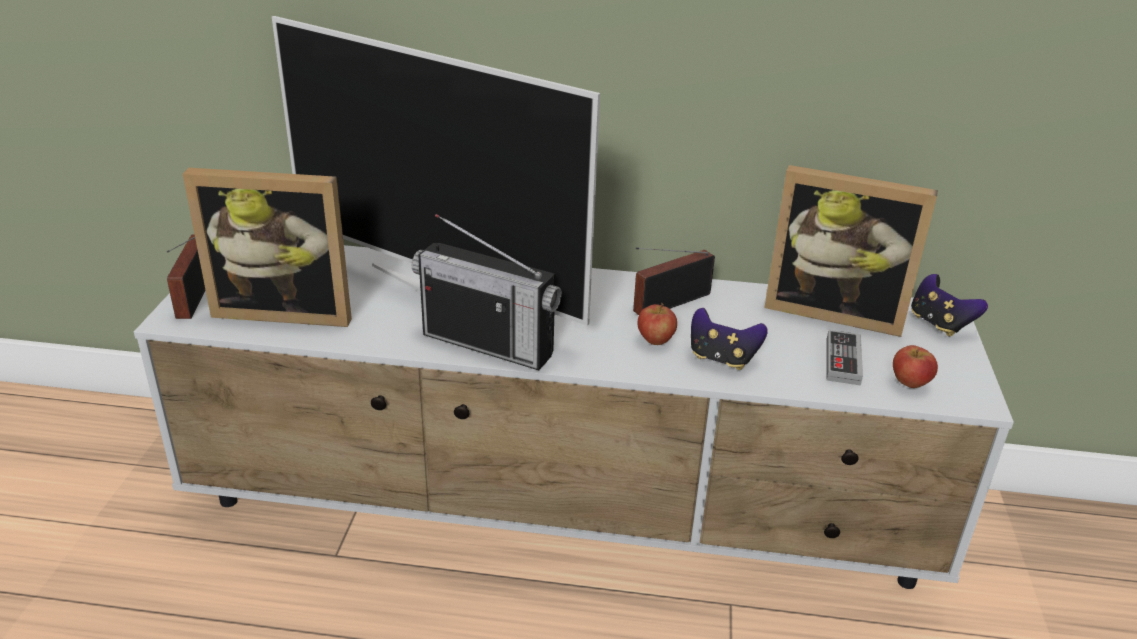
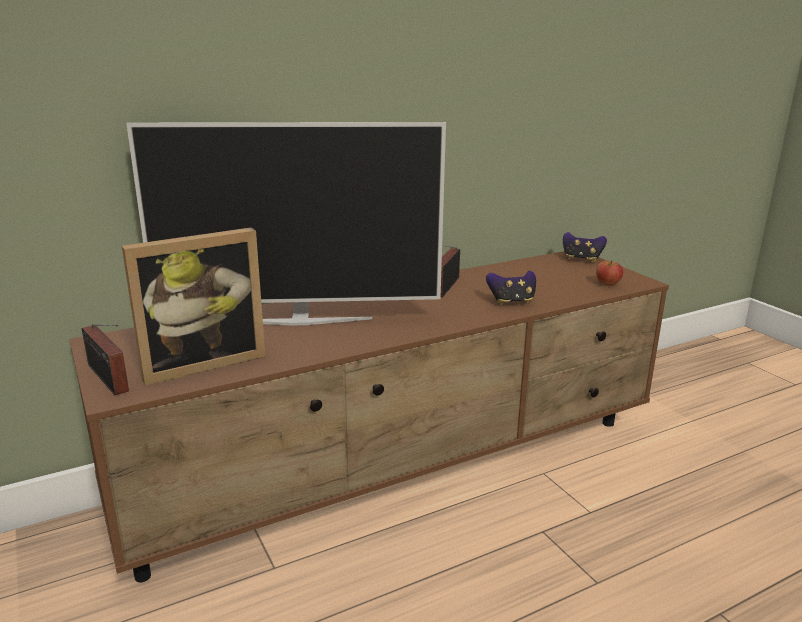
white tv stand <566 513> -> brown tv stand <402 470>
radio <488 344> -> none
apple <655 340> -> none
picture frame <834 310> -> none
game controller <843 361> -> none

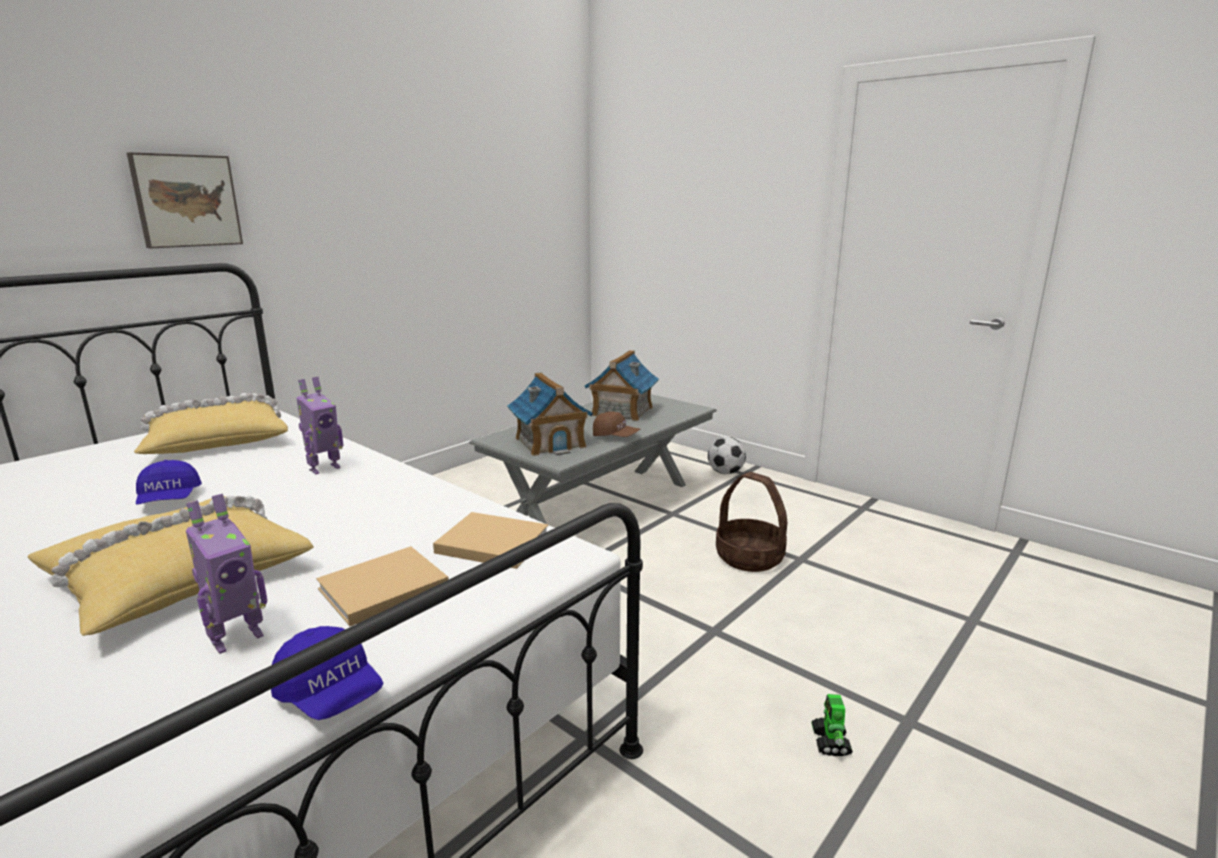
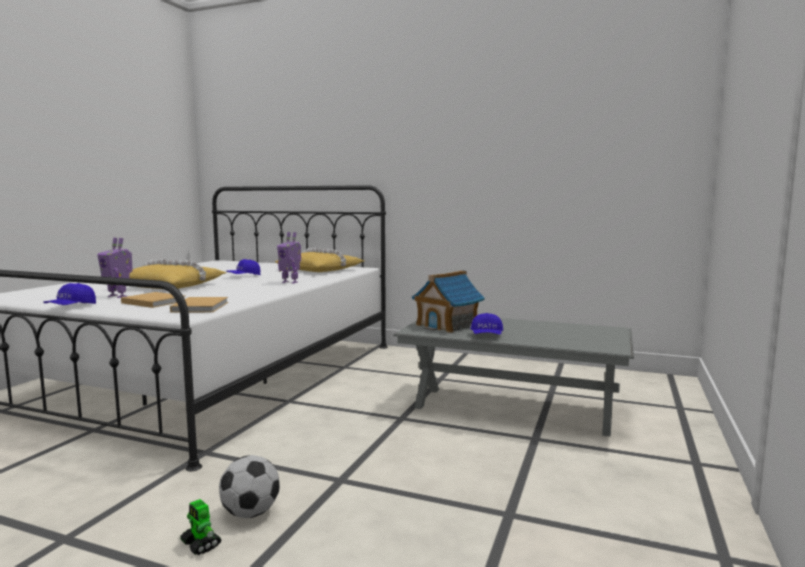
toy robot <830 742> -> toy robot <201 544>, 120 degrees counterclockwise
football <725 473> -> football <250 513>, relocated
brown cap <615 436> -> blue cap <487 336>
picture <186 201> -> none
toy house <621 411> -> none
basket <750 557> -> none

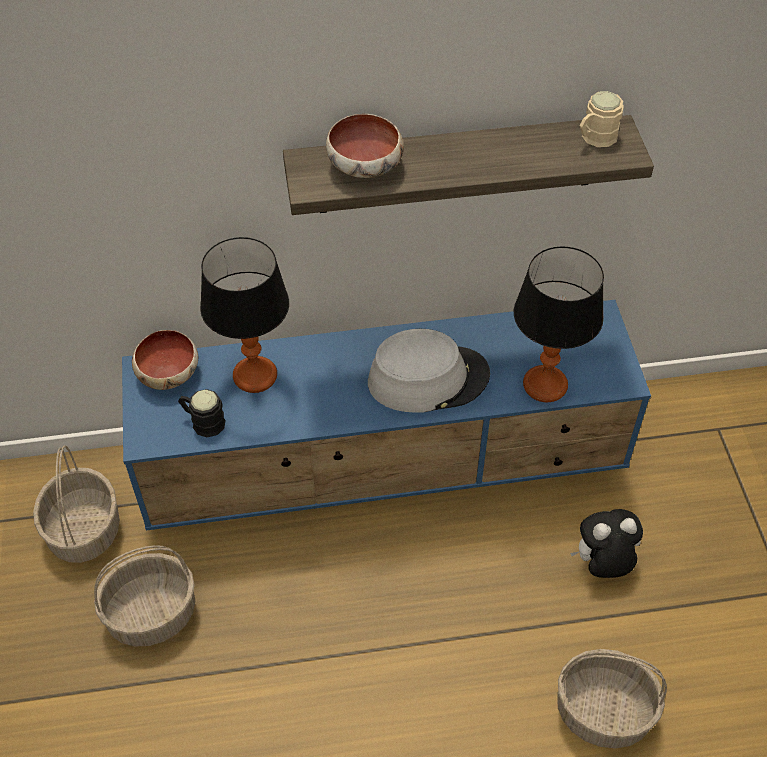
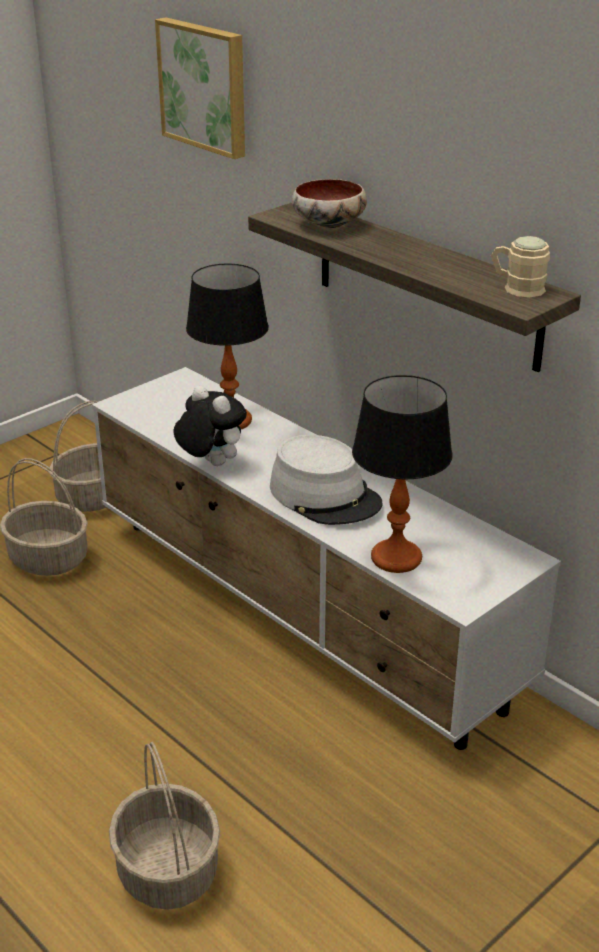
blue tv stand <386 470> -> white tv stand <301 612>
none -> picture <205 86>
plush toy <602 564> -> plush toy <210 463>, relocated
bowl <168 372> -> none
black mug <203 422> -> none

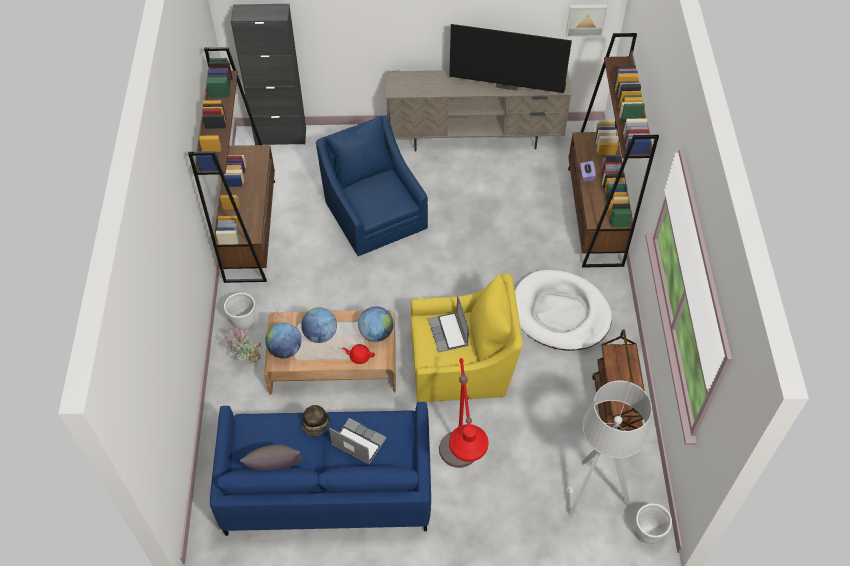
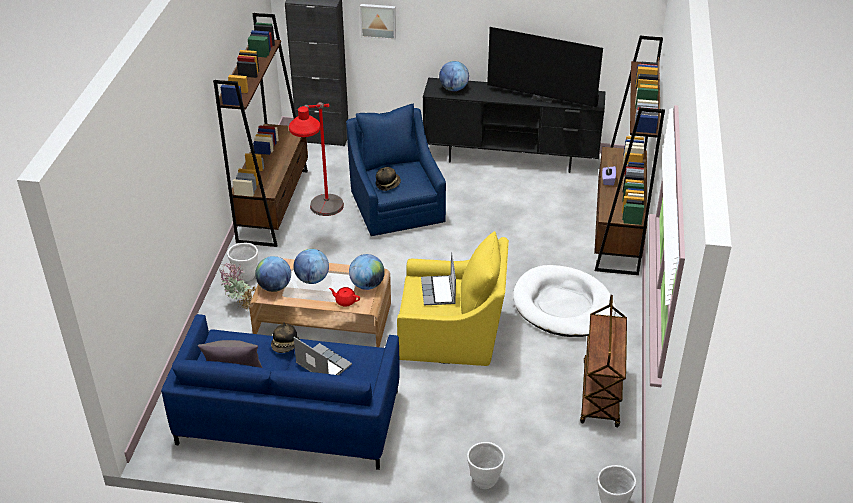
red floor lamp <460 475> -> red floor lamp <321 220>, relocated
picture <586 19> -> picture <378 20>, relocated
none -> hat <388 184>
beige tv stand <475 138> -> black tv stand <511 158>
none -> globe <453 89>
none -> white planter <484 481>
grey floor lamp <593 493> -> none

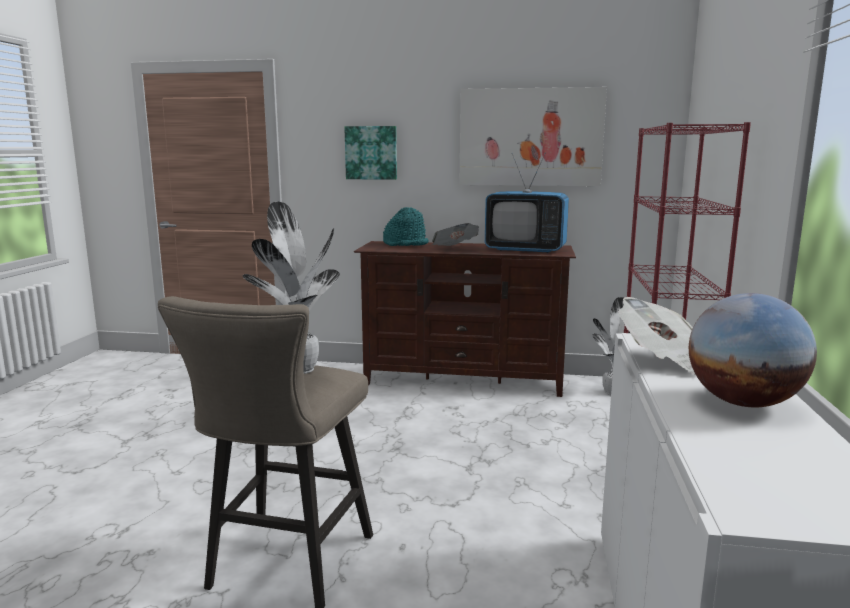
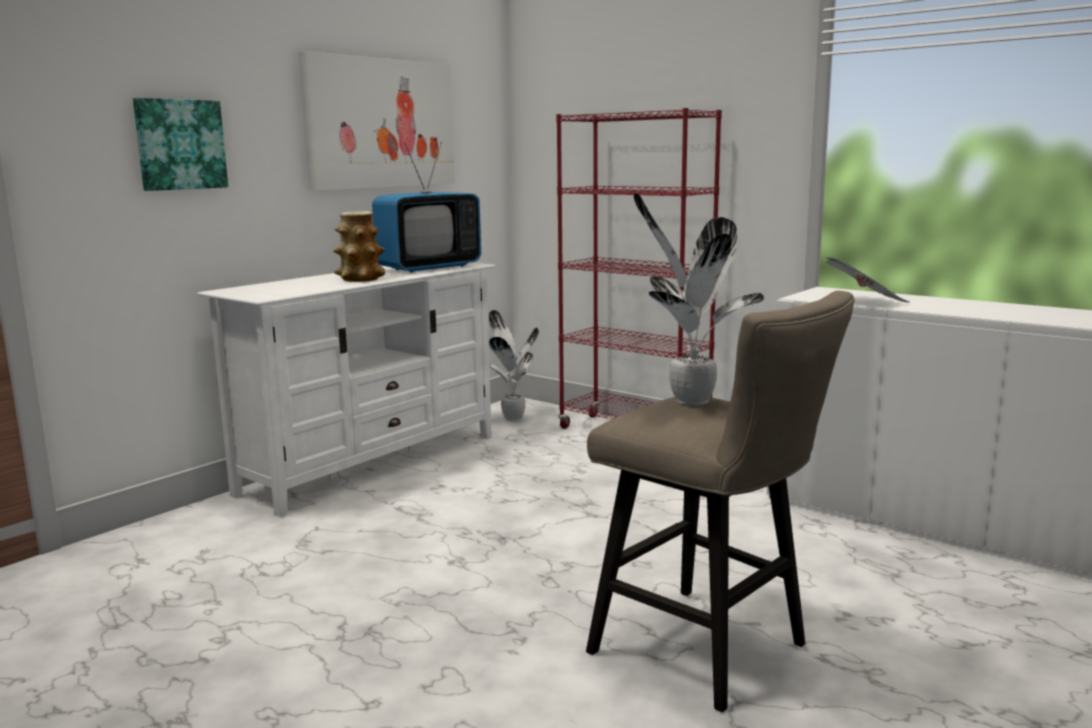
brown tv stand <464 380> -> white tv stand <372 463>
newspaper <454 249> -> vase <360 279>
turquoise hat <406 244> -> none
globe <743 402> -> none

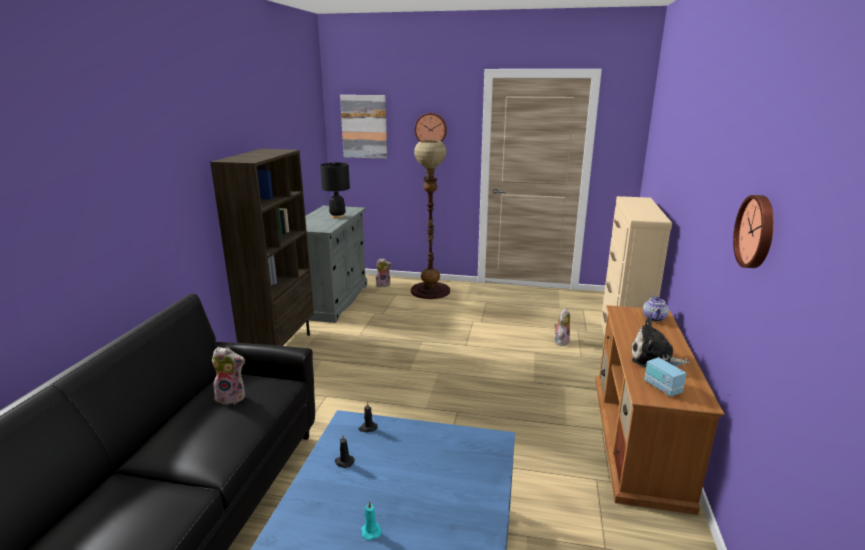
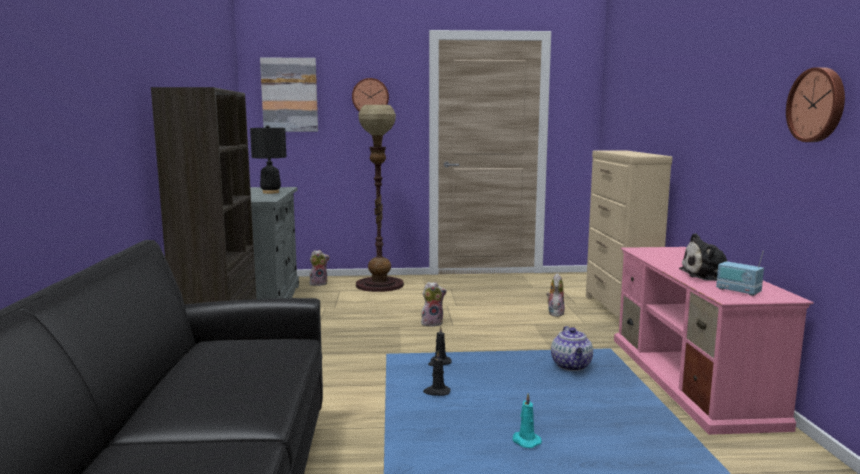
plush toy <232 397> -> plush toy <432 323>, relocated
teapot <654 318> -> teapot <572 366>, relocated
brown tv stand <639 437> -> pink tv stand <691 379>

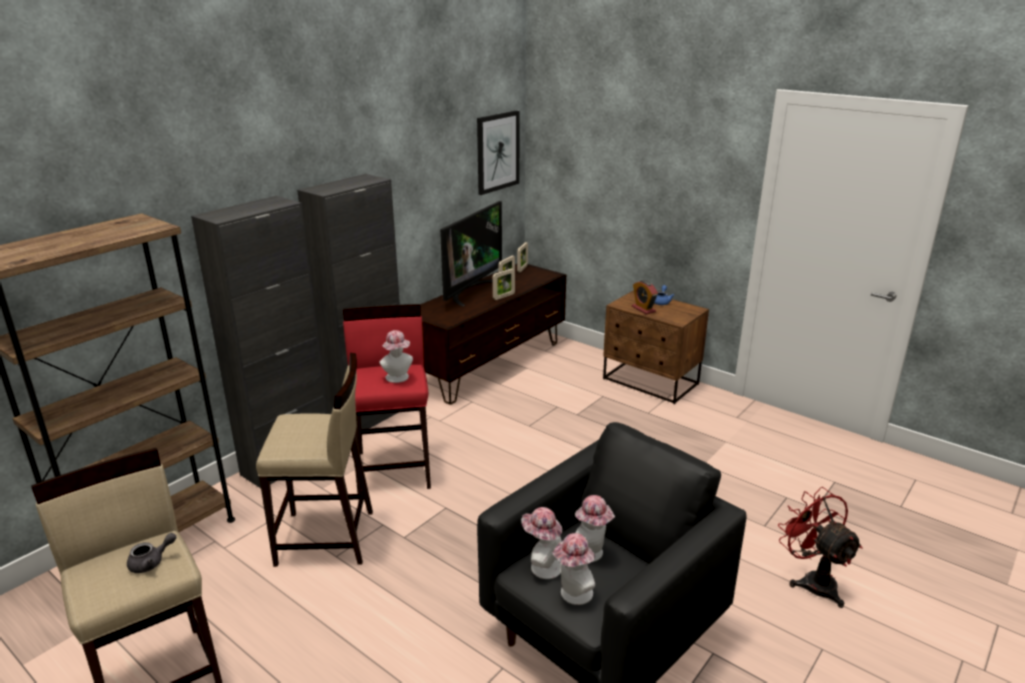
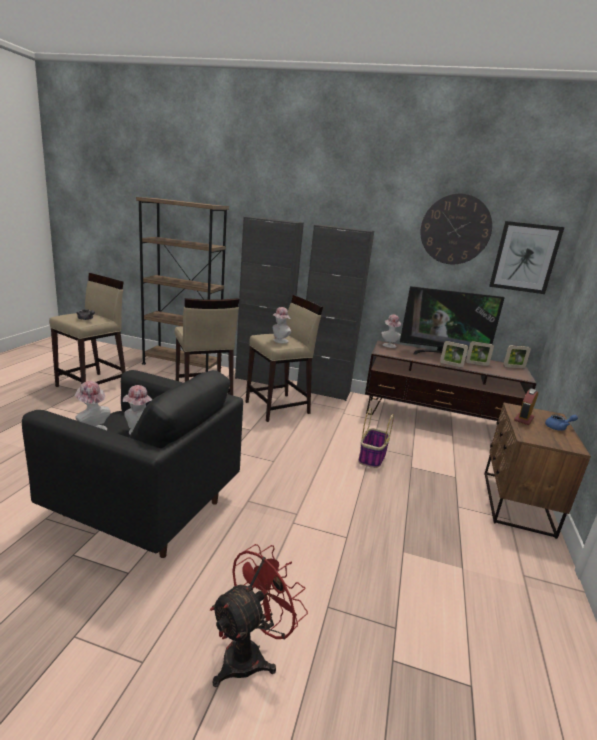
red stool <394 469> -> beige stool <278 407>
none -> basket <372 458>
hat <542 566> -> hat <389 345>, relocated
none -> wall clock <455 229>

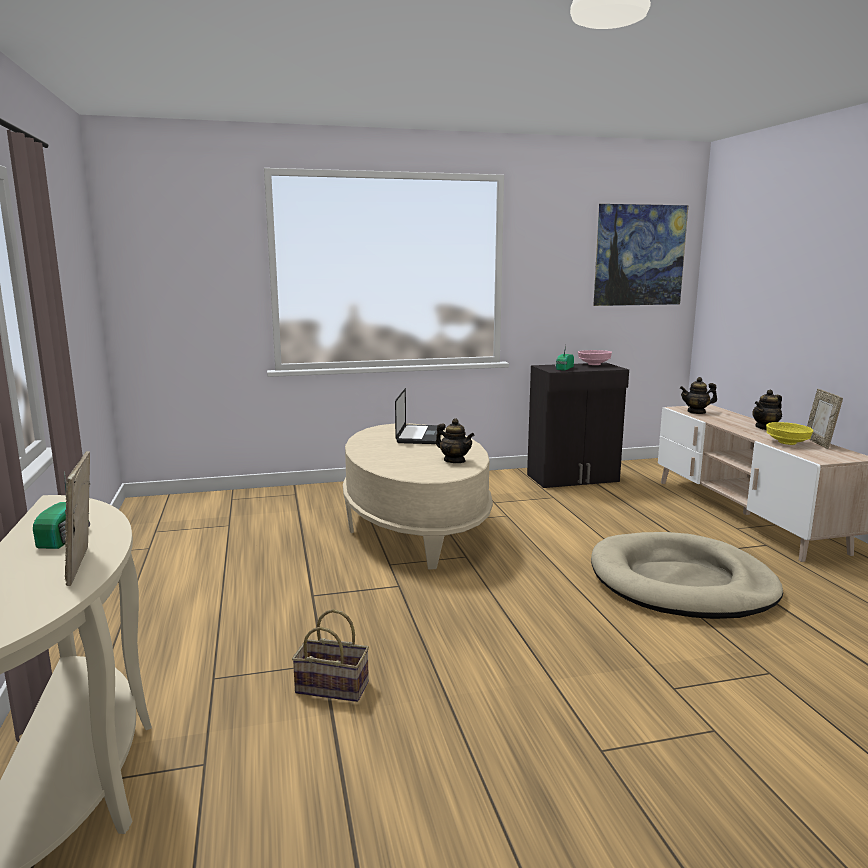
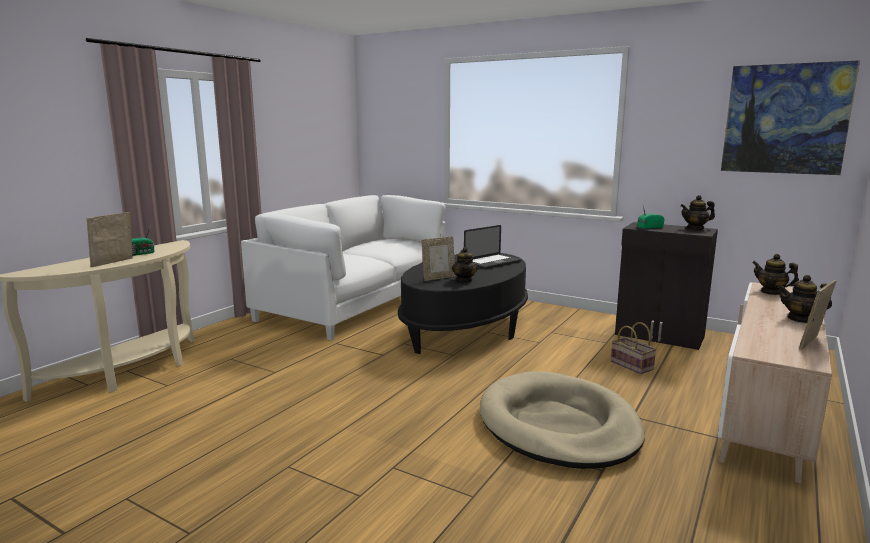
none -> white sofa <355 304>
beige coffee table <415 526> -> black coffee table <465 329>
none -> picture frame <438 278>
basket <334 687> -> basket <633 365>, relocated
pink bowl <594 364> -> teapot <695 228>
yellow bowl <787 443> -> none

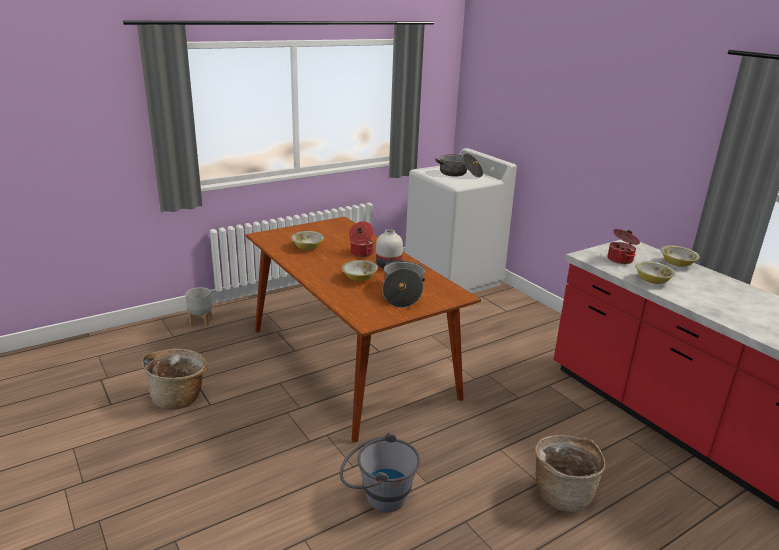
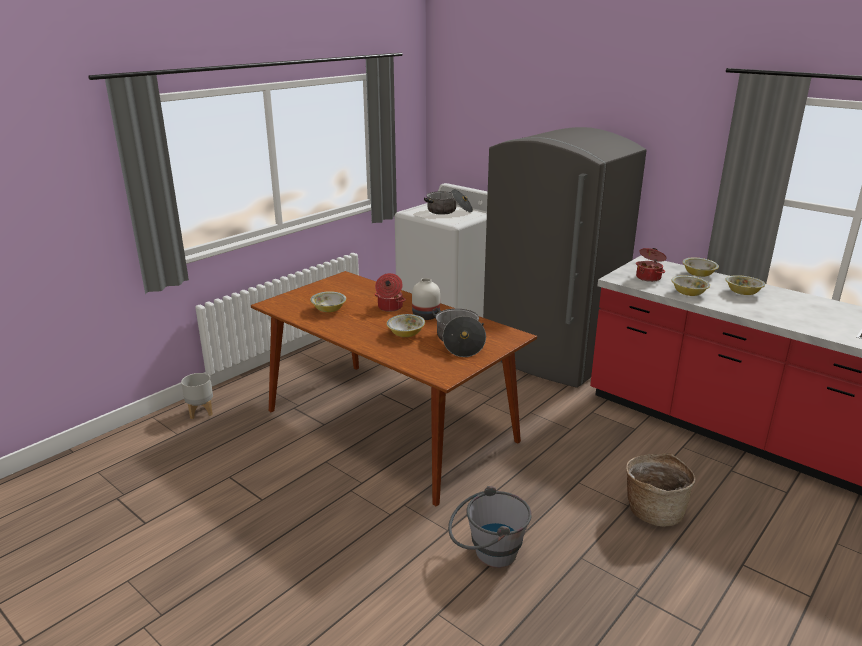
none -> grey fridge <550 357>
none -> bowl <742 293>
basket <179 398> -> none

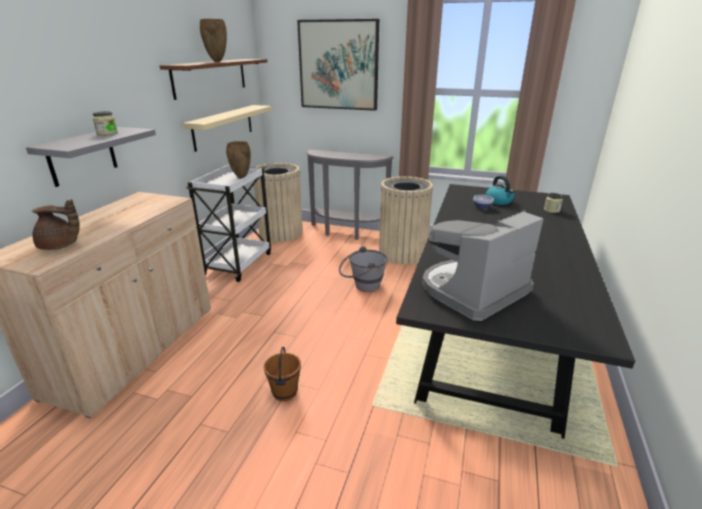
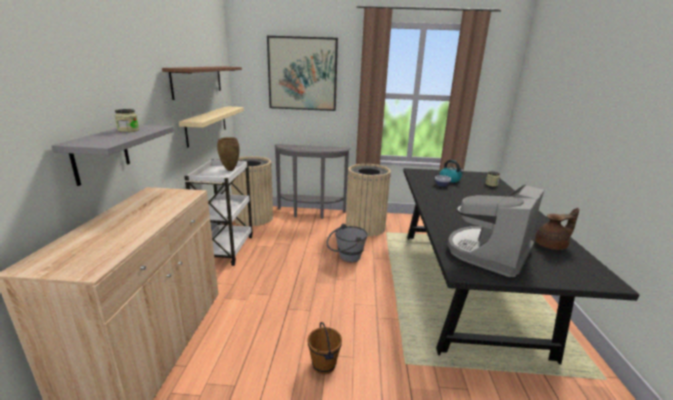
brown teapot <60 246> -> brown teapot <551 246>, relocated
brown vase <217 61> -> none

